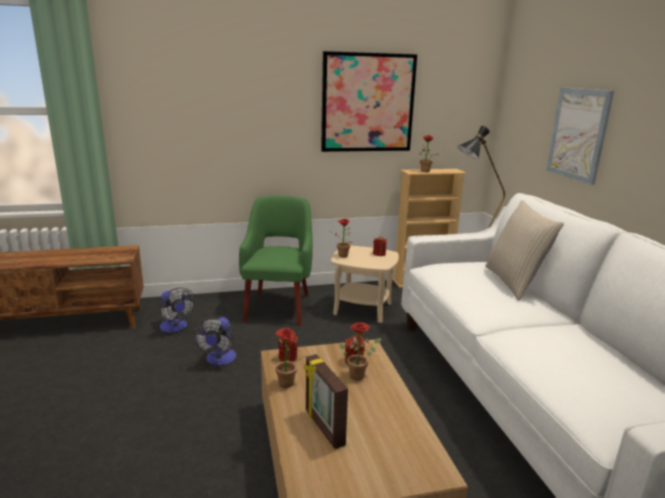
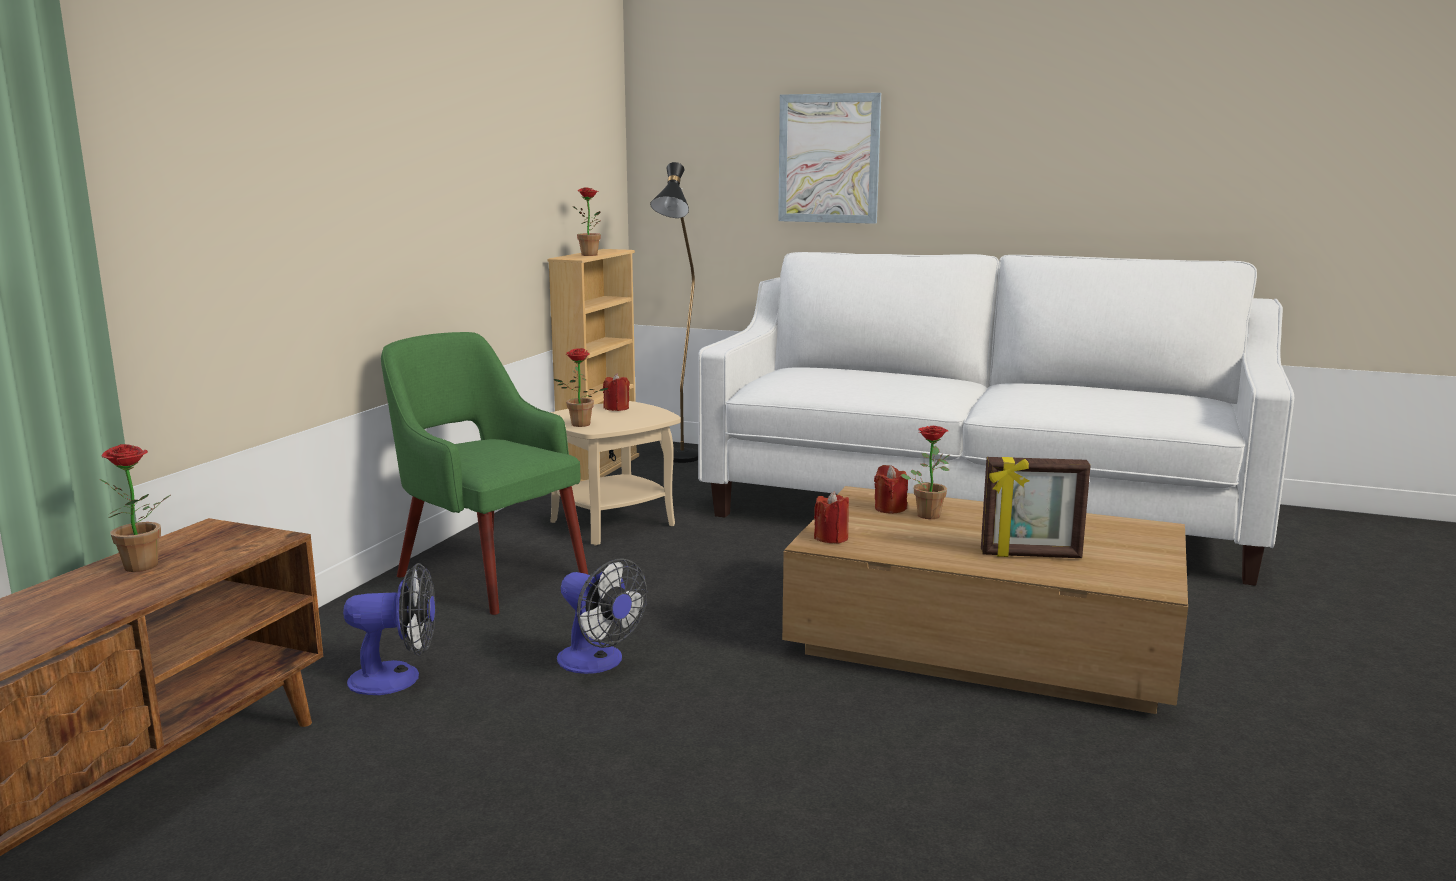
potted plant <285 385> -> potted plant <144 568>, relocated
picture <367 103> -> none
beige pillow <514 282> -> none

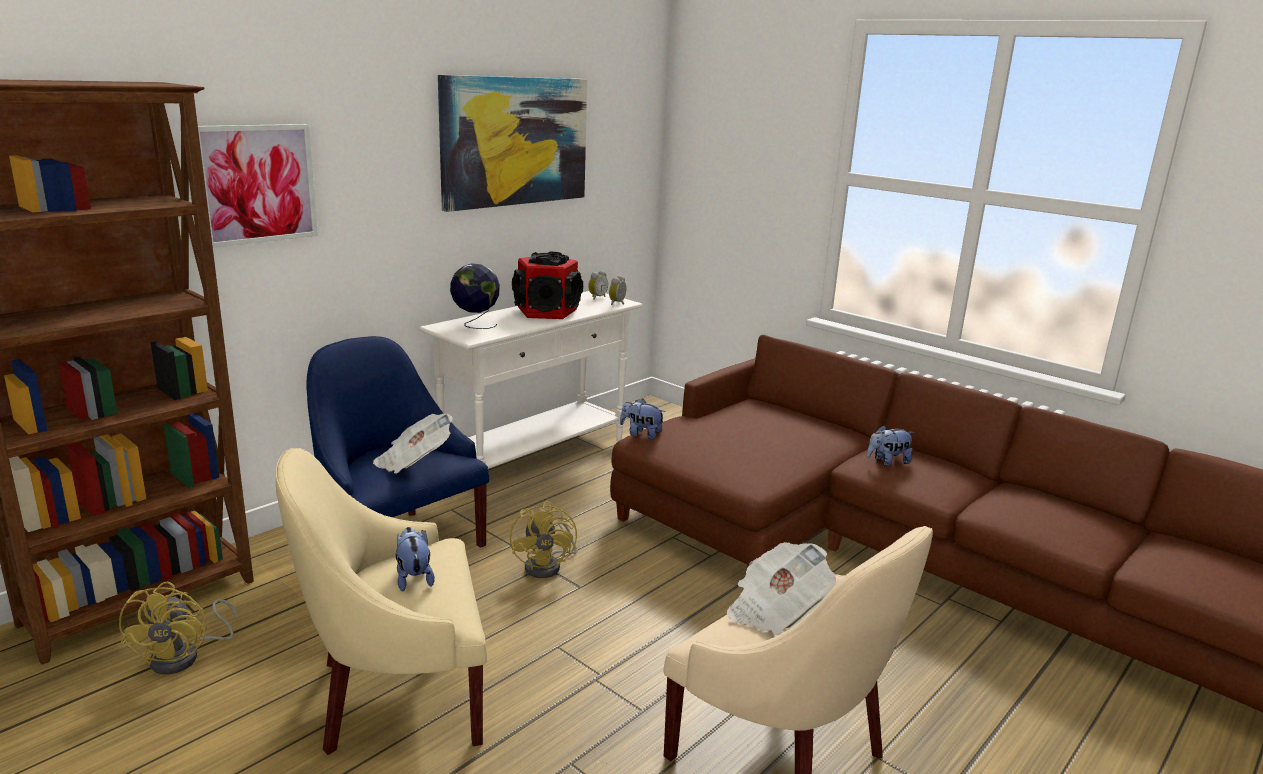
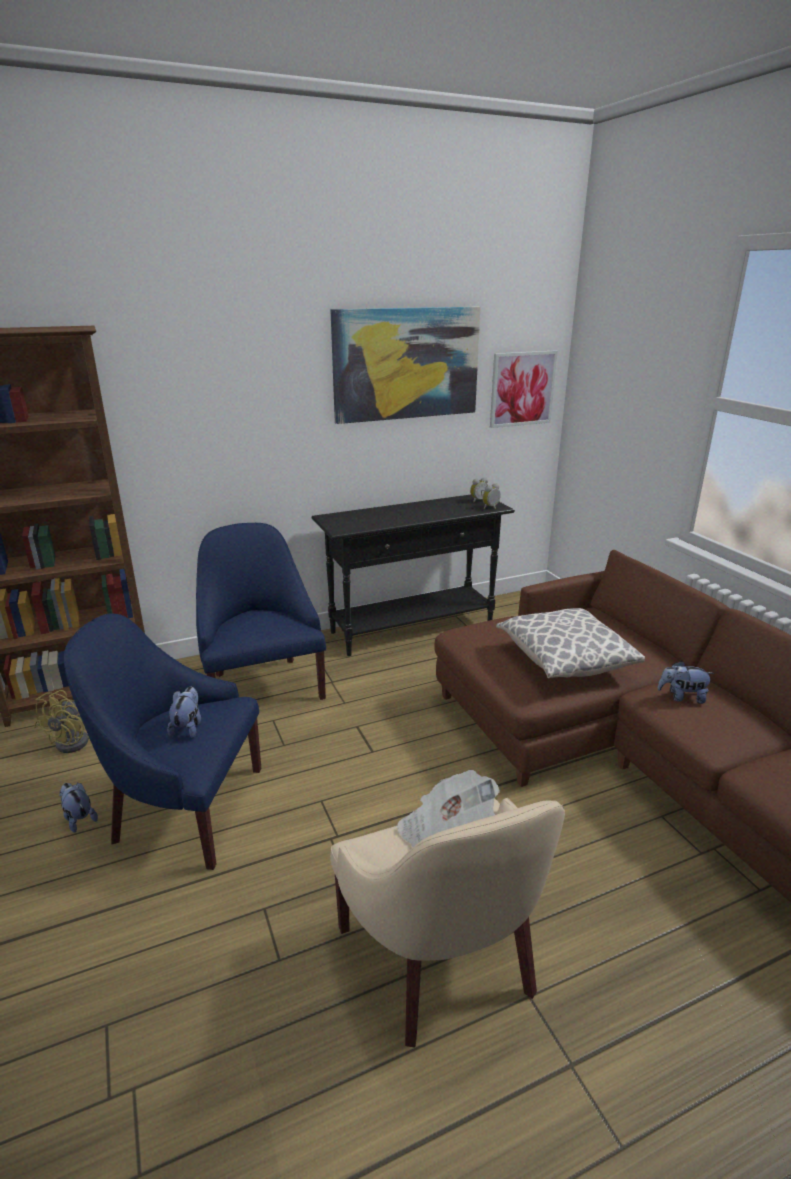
plush toy <641 434> -> plush toy <79 818>, relocated
beige armchair <396 694> -> blue armchair <185 809>
white console table <537 457> -> black console table <413 628>
picture <257 184> -> picture <522 389>, relocated
none -> pillow <564 661>
newspaper <414 462> -> none
globe <475 324> -> none
yellow fan <548 566> -> none
speaker <546 311> -> none

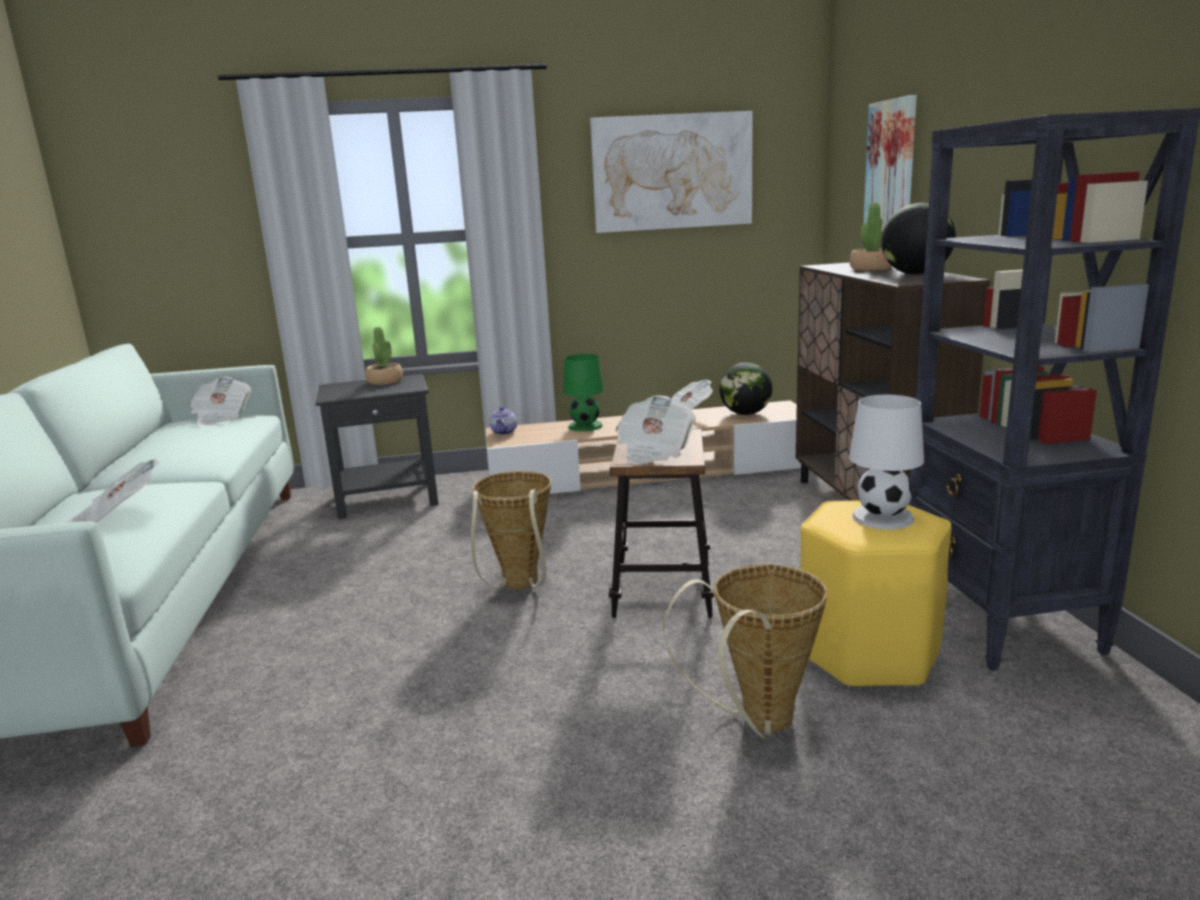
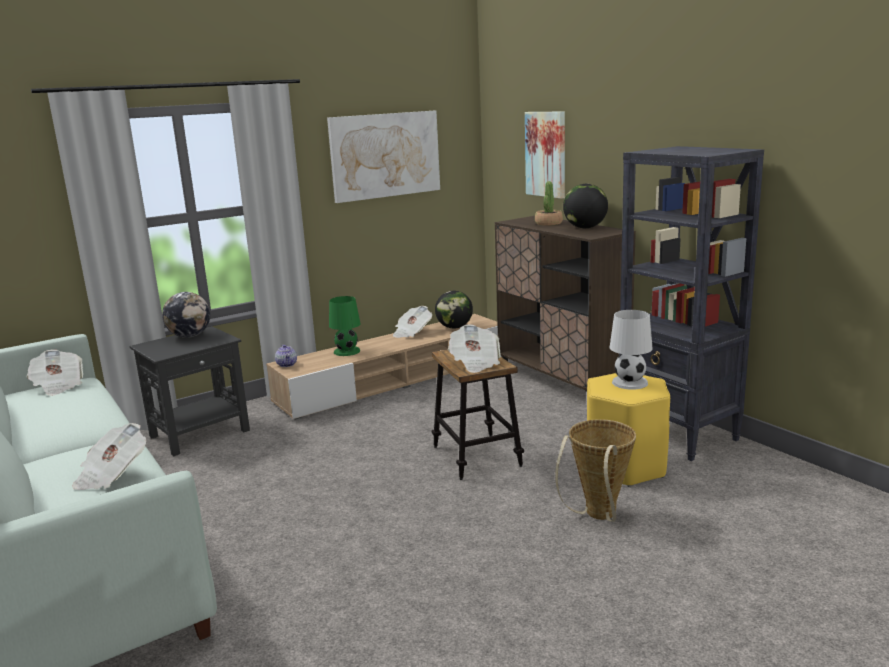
potted plant <385 381> -> globe <189 336>
basket <519 586> -> none

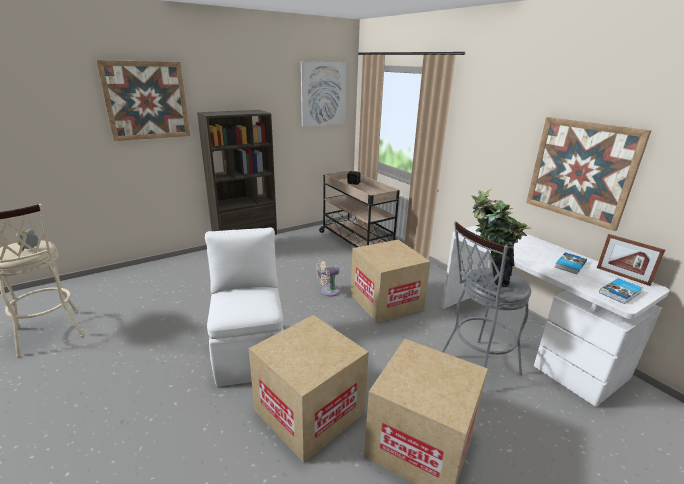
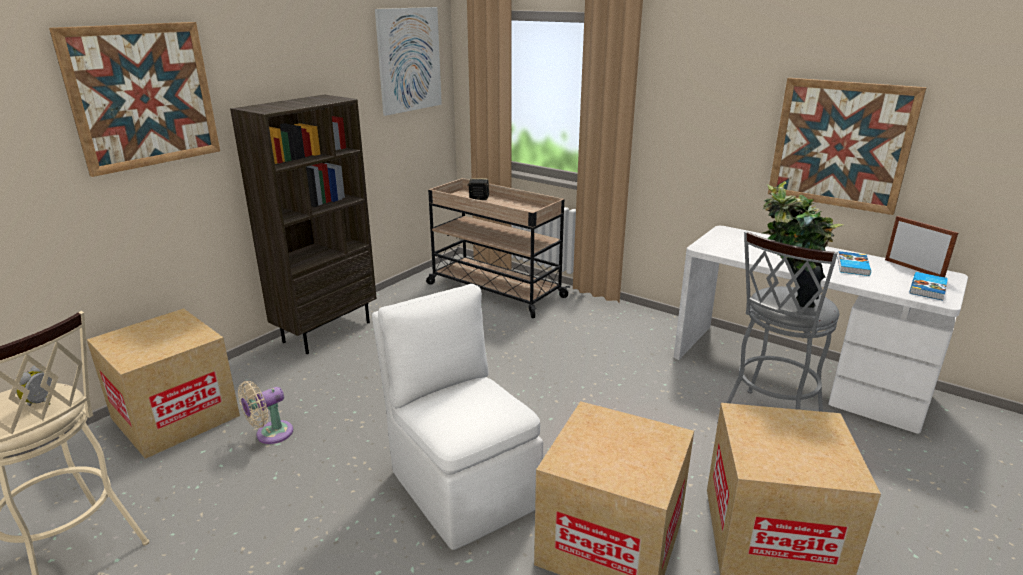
cardboard box <386 302> -> cardboard box <175 417>, relocated
beige fan <328 291> -> beige fan <270 434>, relocated
picture frame <622 276> -> picture frame <913 269>, 150 degrees counterclockwise

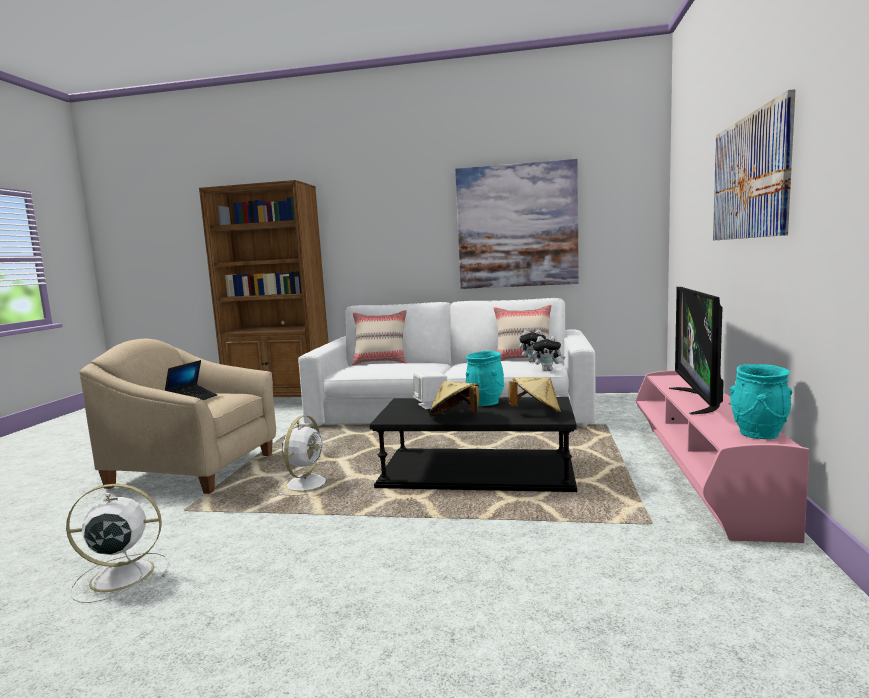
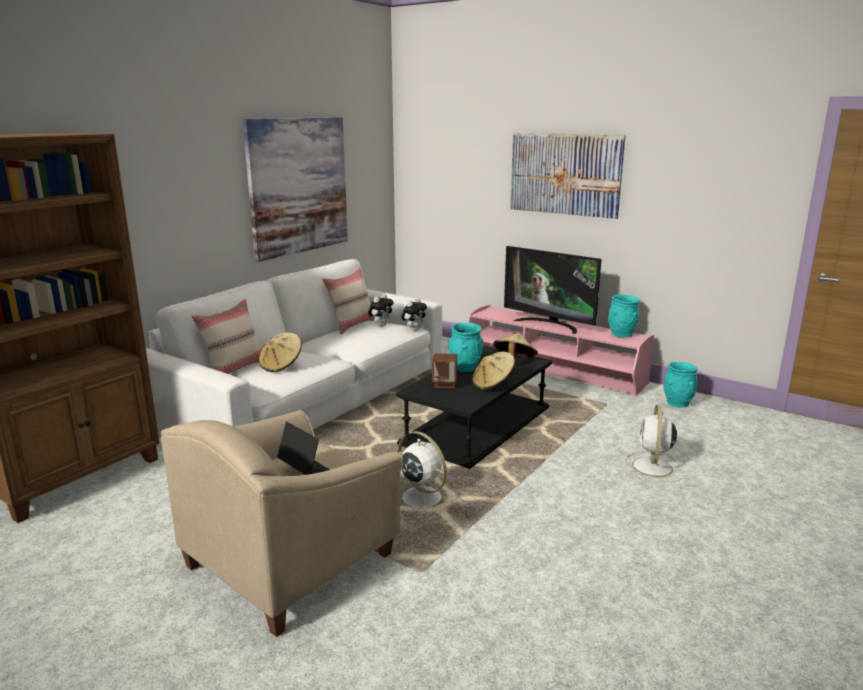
none -> beige hat <281 366>
white speaker <431 405> -> brown speaker <445 384>
white fan <119 576> -> white fan <652 468>, relocated
none -> turquoise vase <678 403>

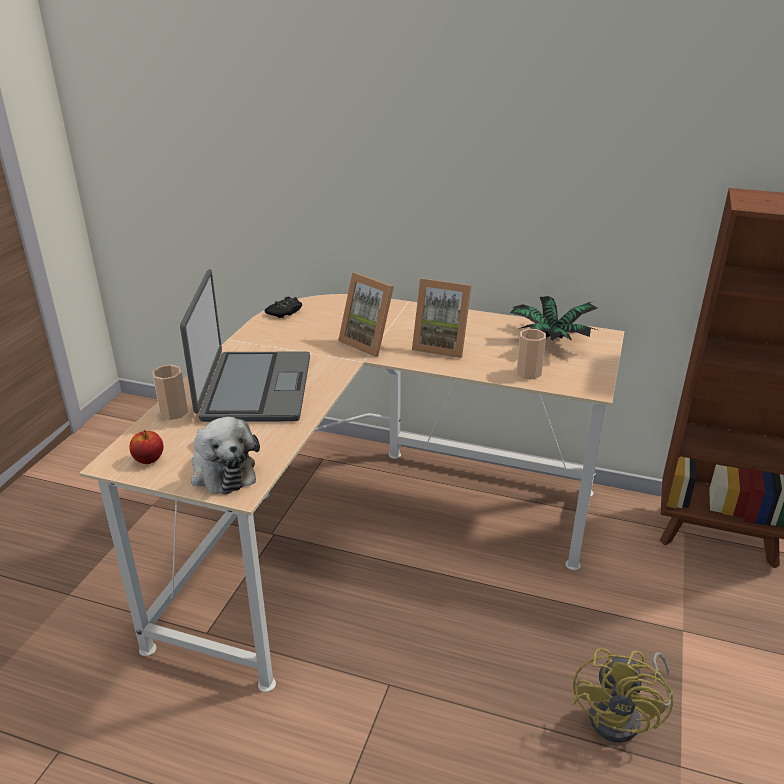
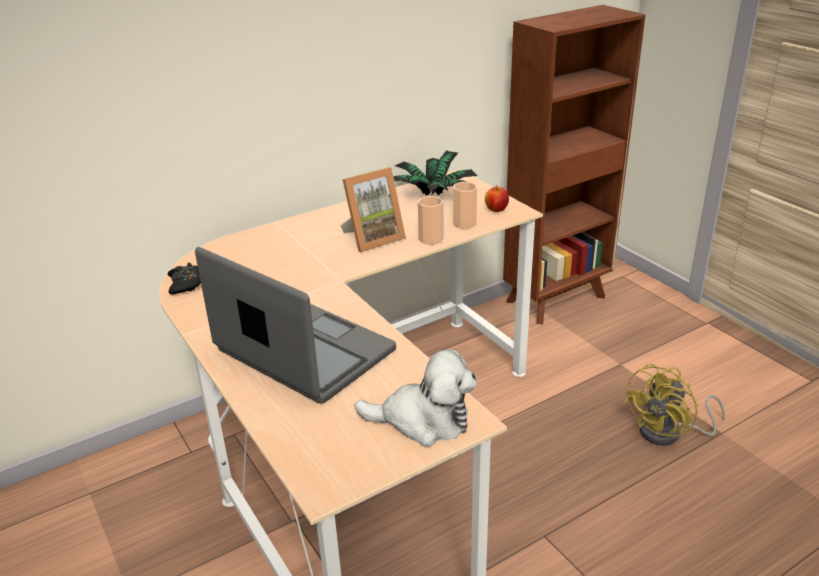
cup <174 412> -> cup <431 239>, relocated
apple <148 459> -> apple <496 209>, relocated
yellow fan <624 718> -> yellow fan <669 433>, 75 degrees clockwise
picture frame <370 342> -> none

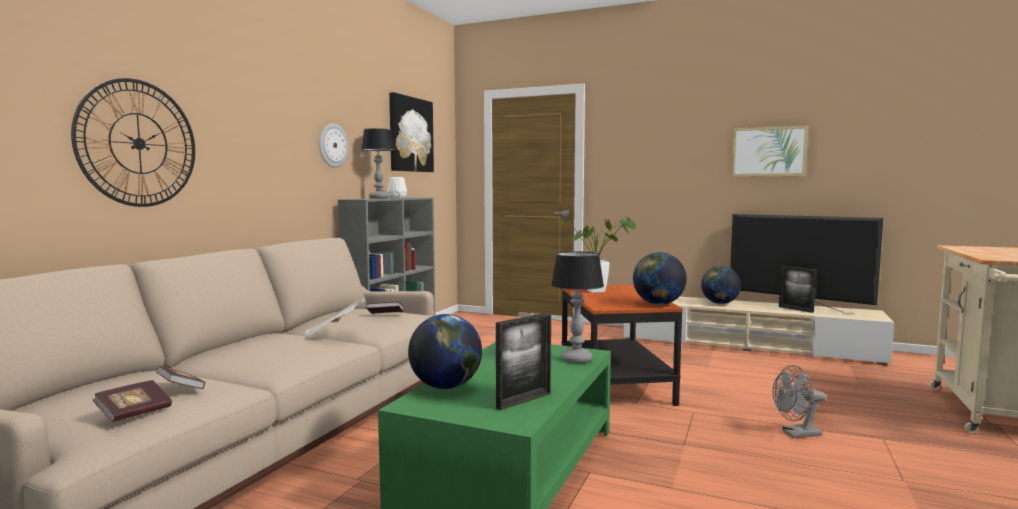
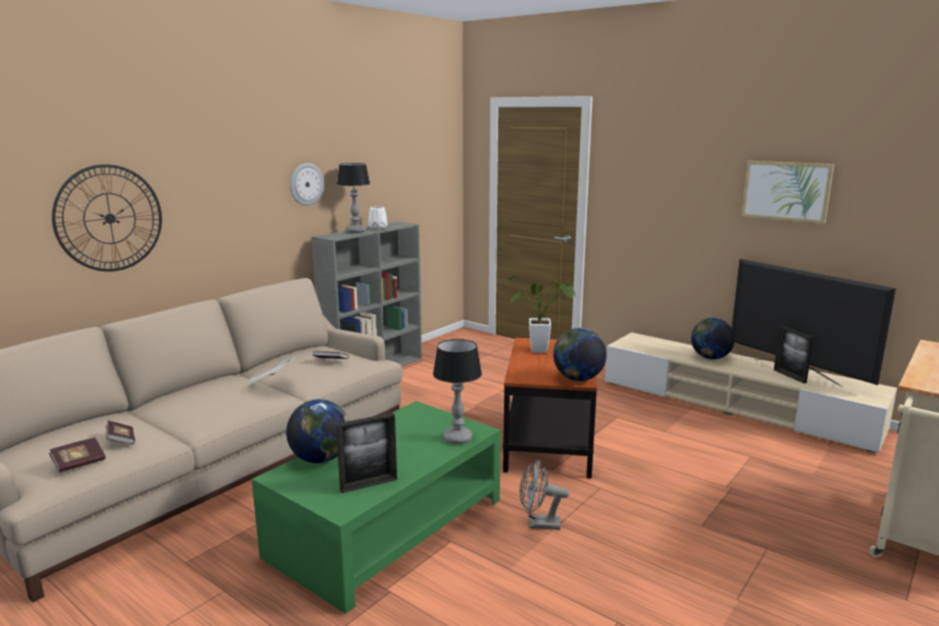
grey fan <796 434> -> grey fan <538 524>, relocated
picture <410 134> -> none

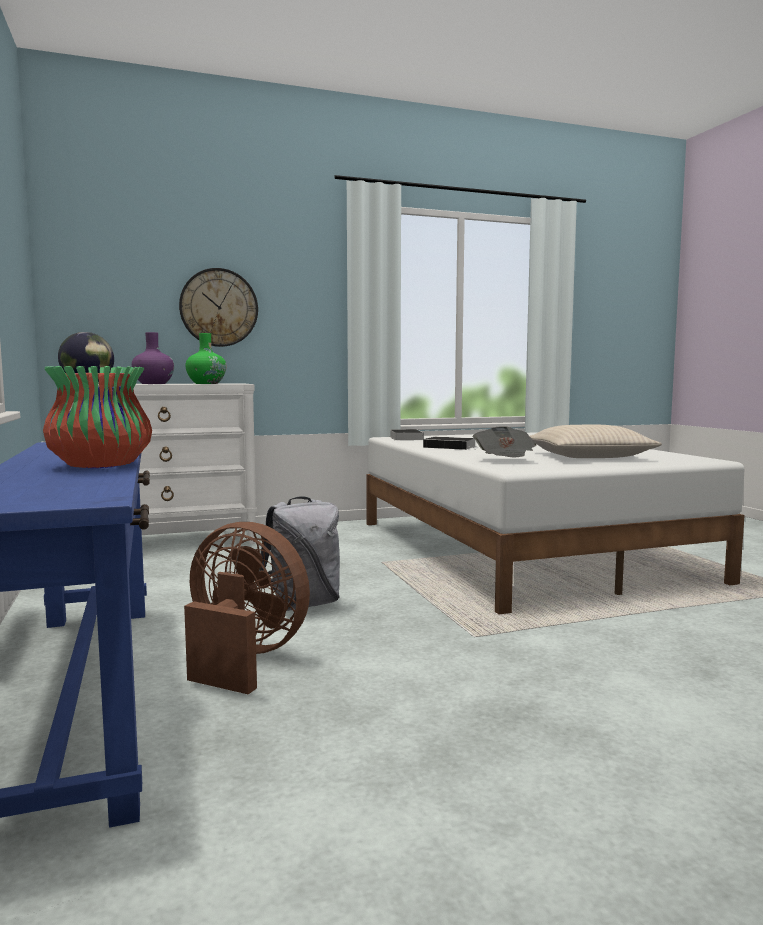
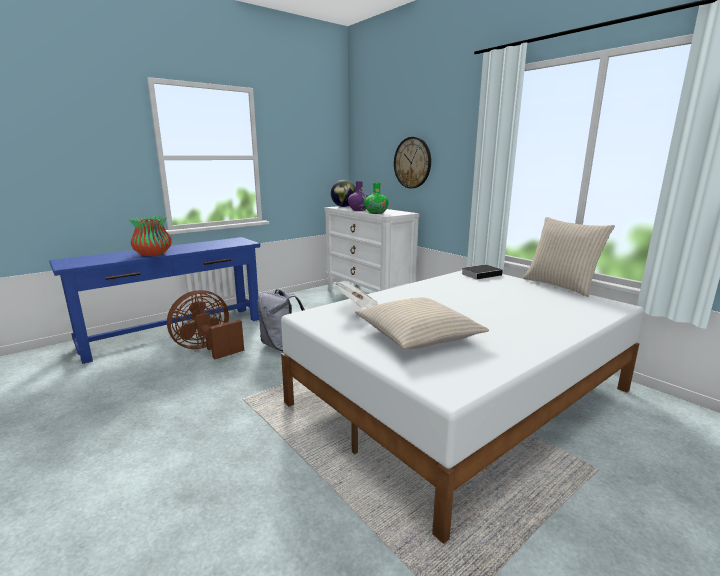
brown fan <243 658> -> brown fan <207 349>, 135 degrees counterclockwise
none -> beige pillow <560 285>
book <451 447> -> none

